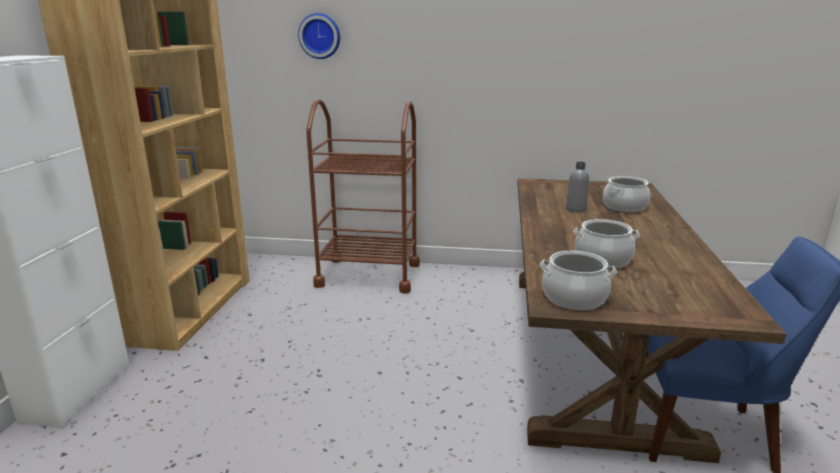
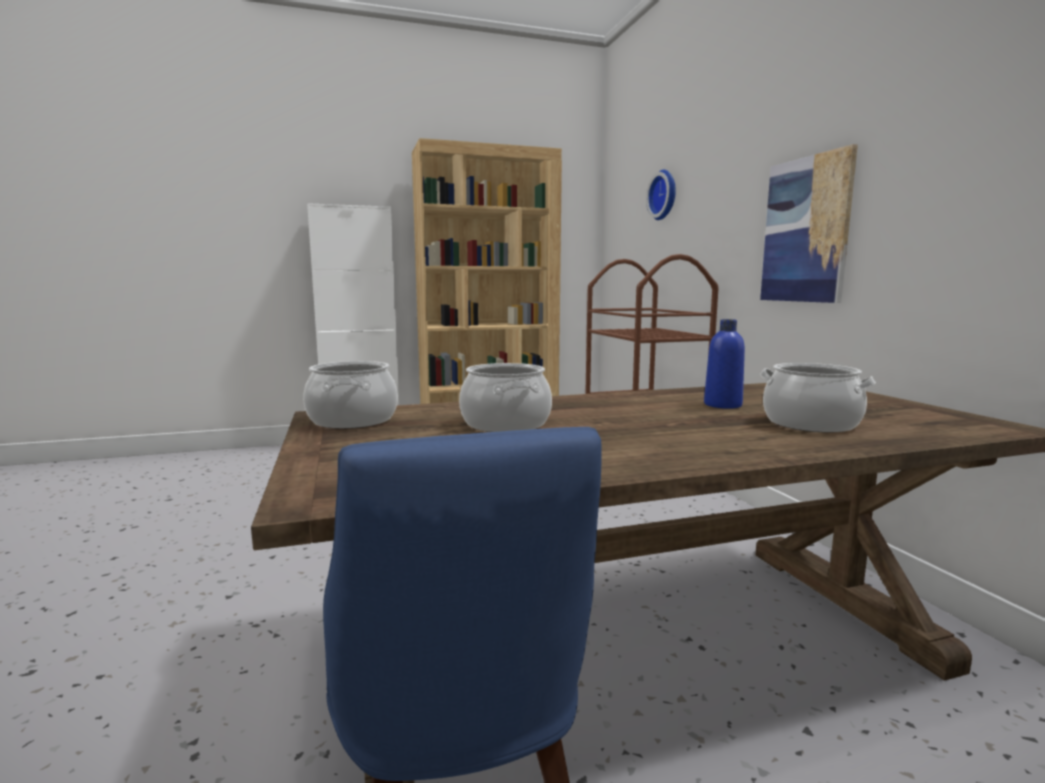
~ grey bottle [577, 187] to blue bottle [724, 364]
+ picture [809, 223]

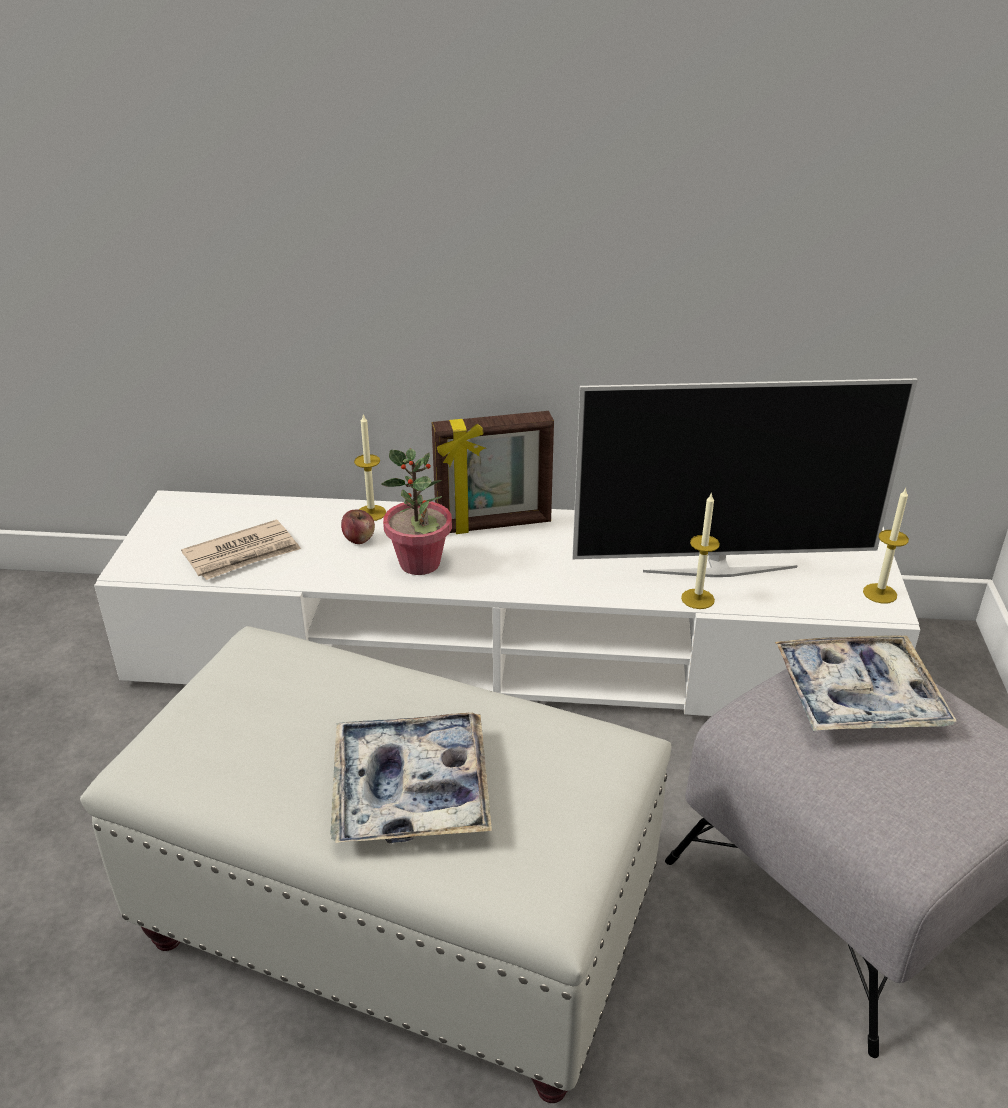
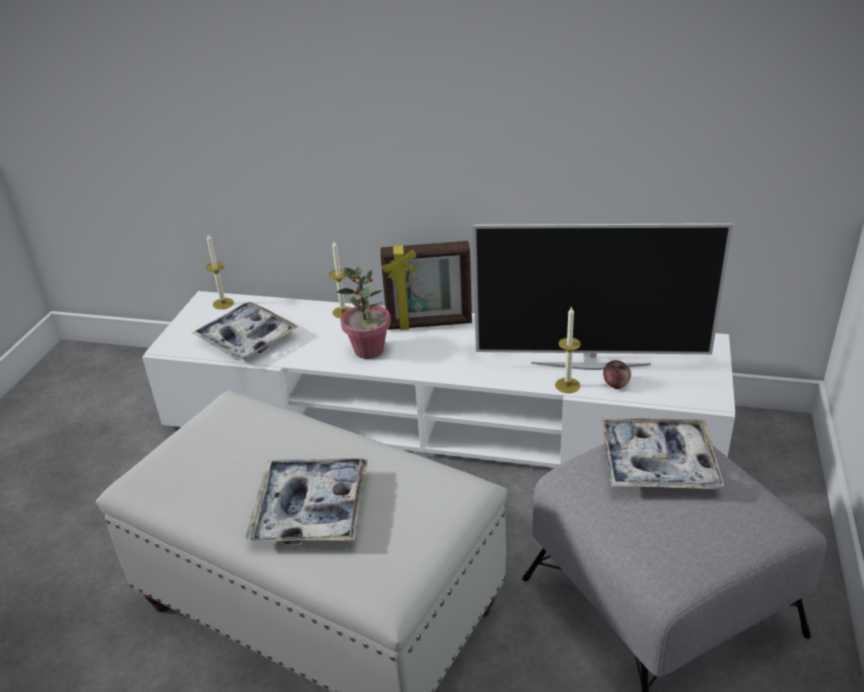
~ candle [886, 546] to [220, 271]
~ apple [358, 527] to [617, 374]
~ newspaper [241, 550] to tray [245, 331]

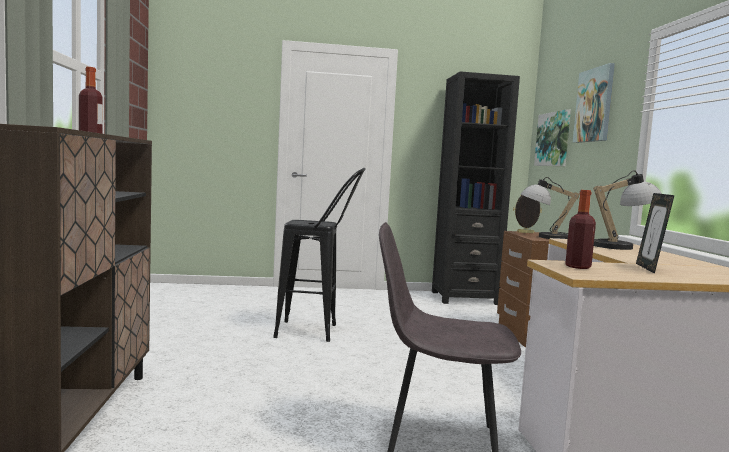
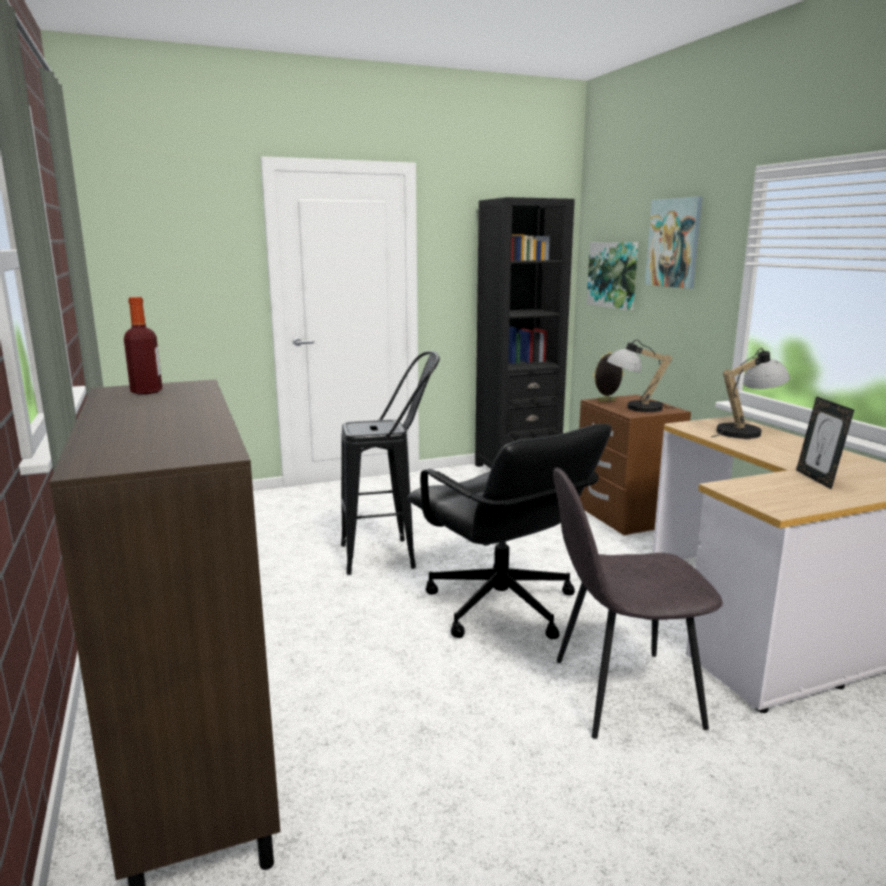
- bottle [580, 229]
+ black office chair [509, 531]

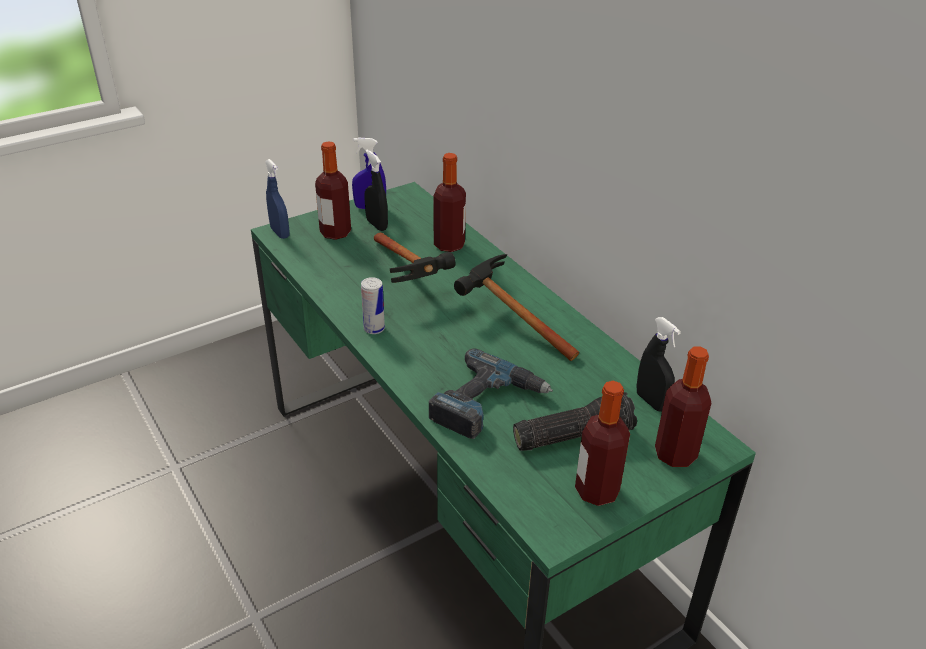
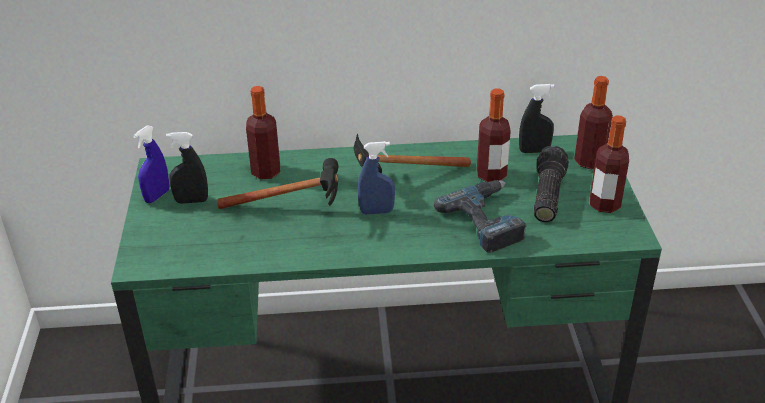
~ bottle [333, 190] to [494, 135]
~ blue spray bottle [277, 199] to [376, 177]
- can [373, 305]

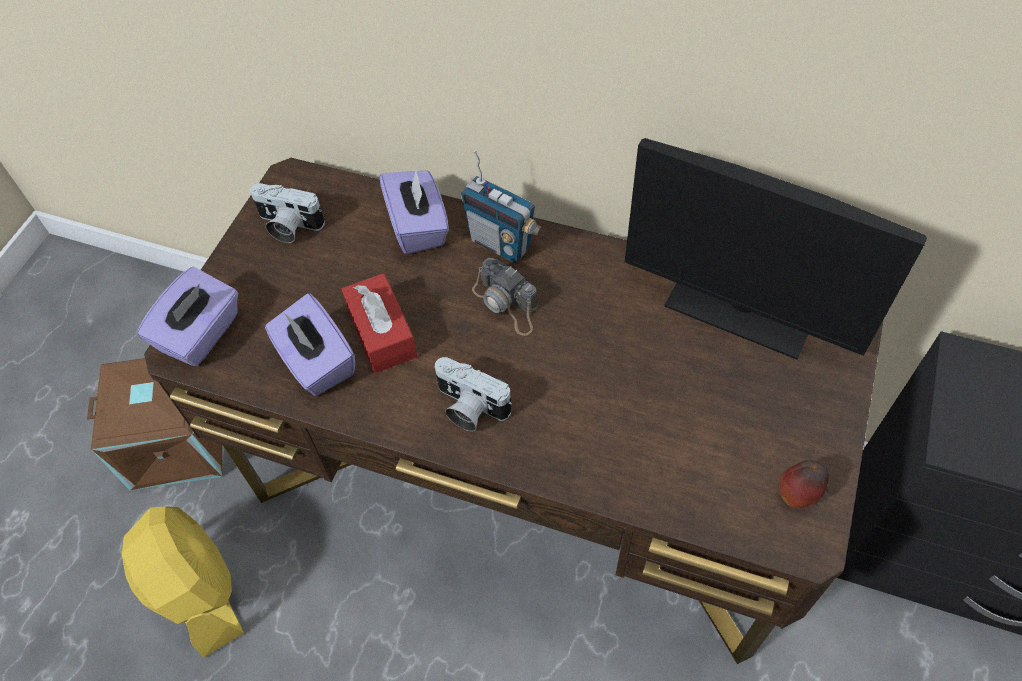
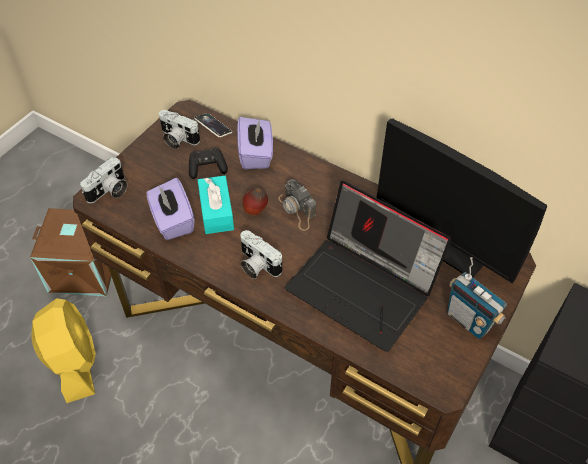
~ radio [501, 206] to [477, 298]
~ purple tissue box [187, 316] to photo camera [103, 180]
~ red tissue box [380, 323] to turquoise tissue box [216, 205]
~ apple [804, 484] to [255, 201]
+ phone [213, 125]
+ black game controller [208, 163]
+ laptop [368, 266]

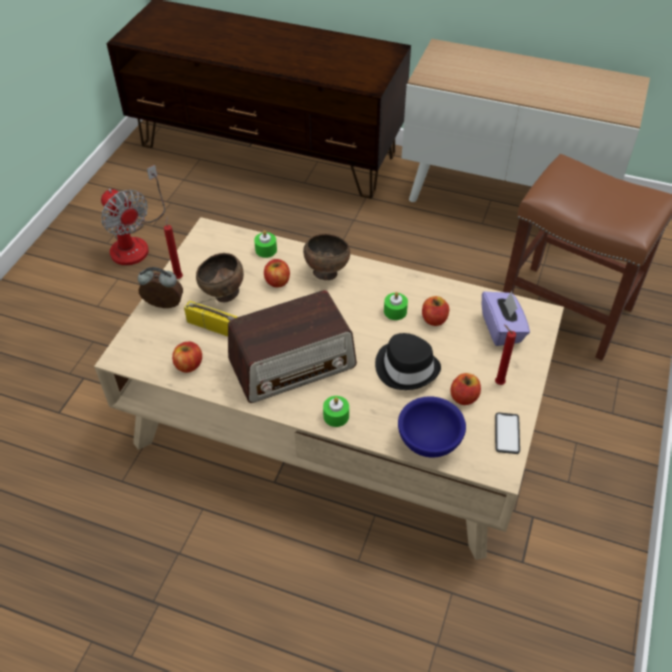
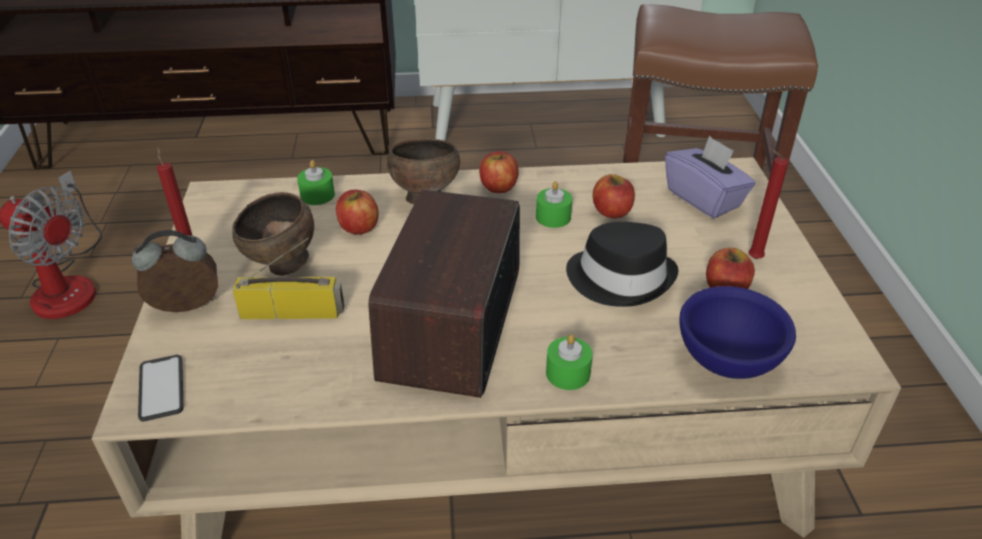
~ radio [292, 346] = [444, 294] 150 degrees clockwise
~ apple [187, 357] to [499, 172]
~ phone [507, 433] to [161, 388]

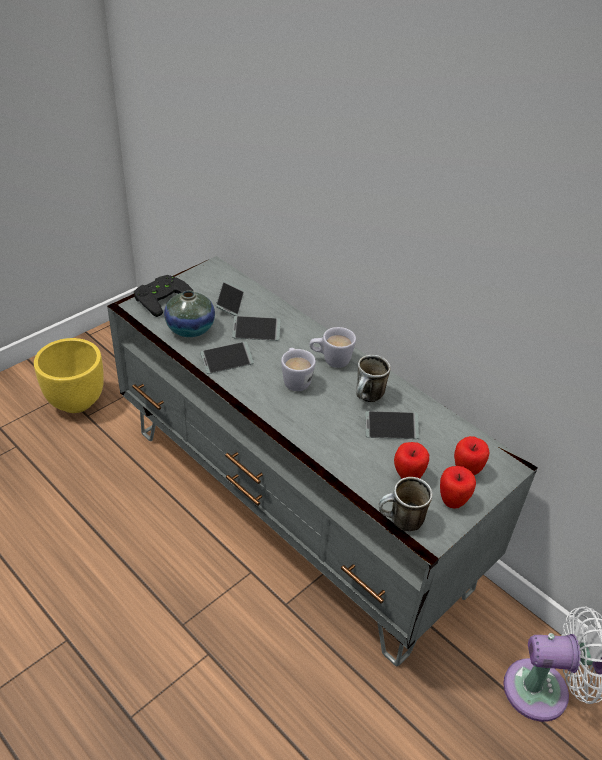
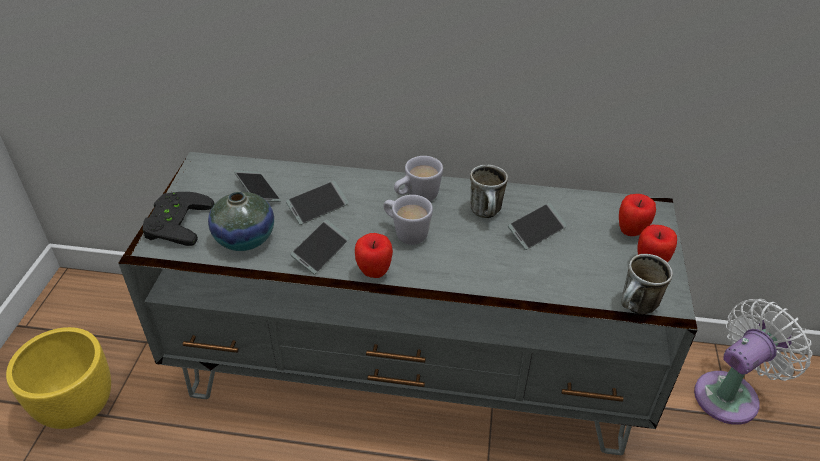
~ apple [411, 460] to [374, 255]

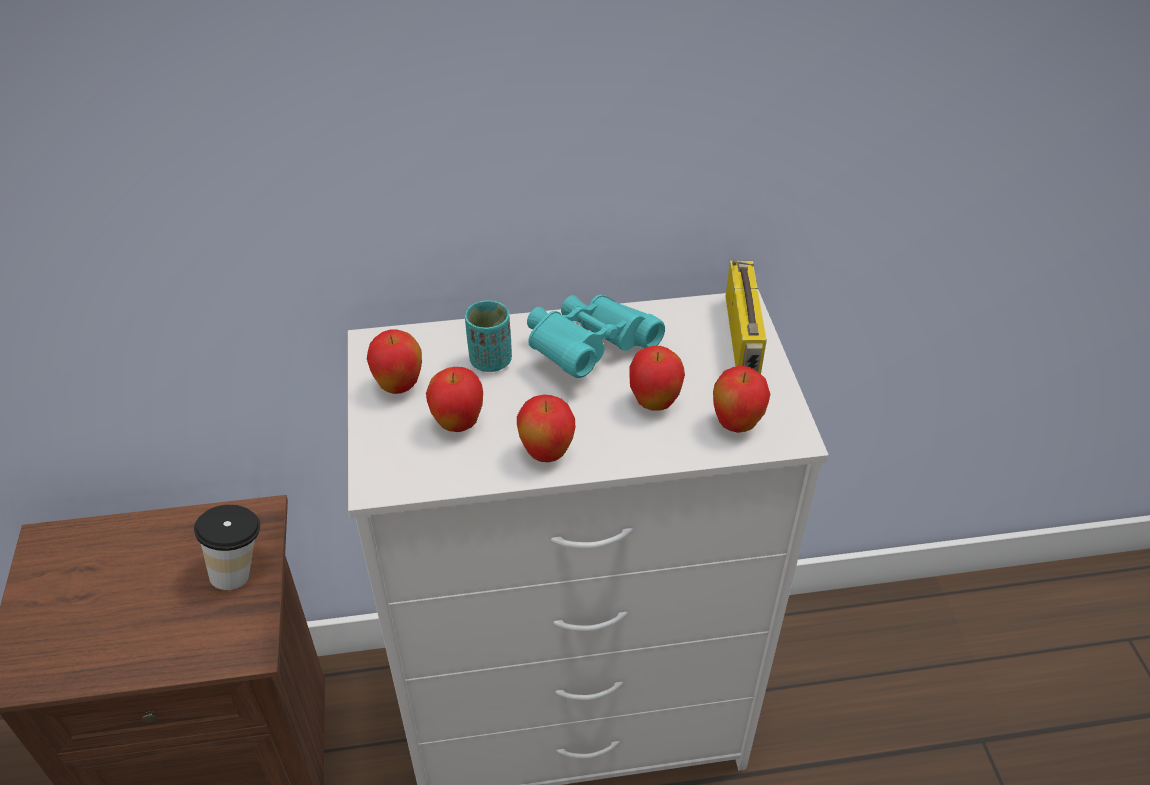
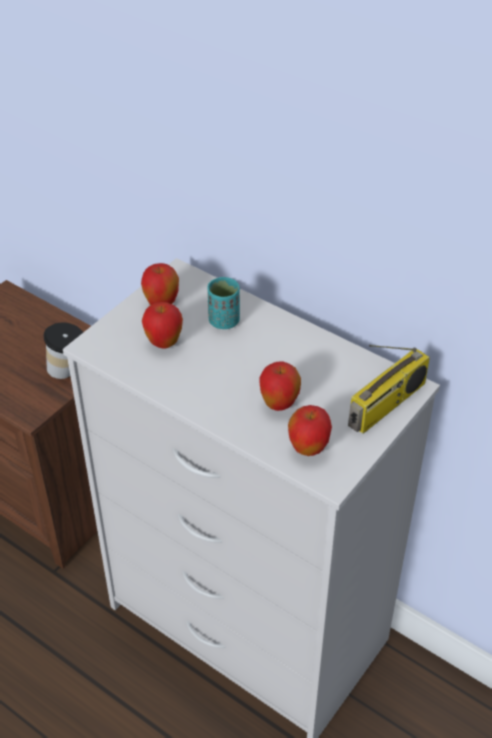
- turquoise binoculars [596, 336]
- apple [546, 428]

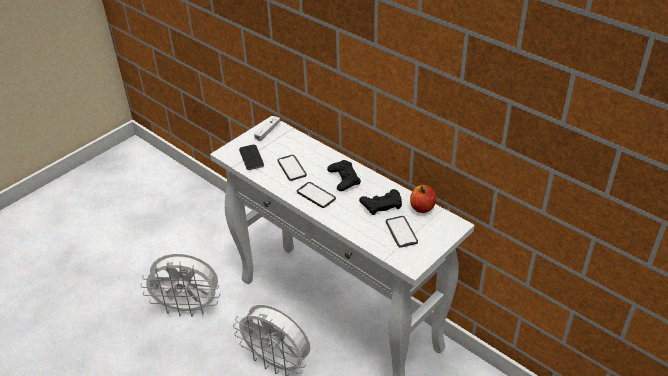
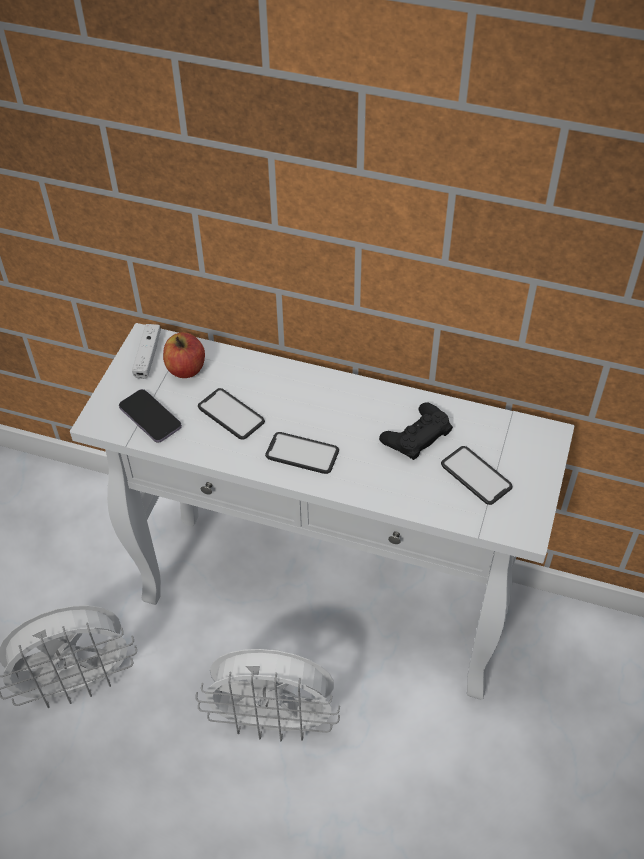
- black game controller [344, 175]
~ apple [423, 199] to [184, 355]

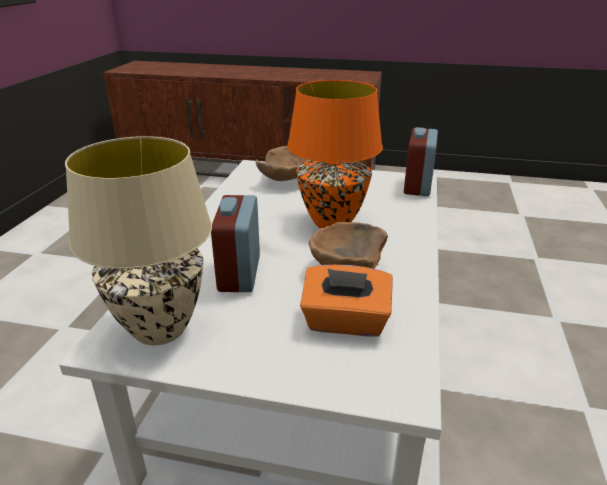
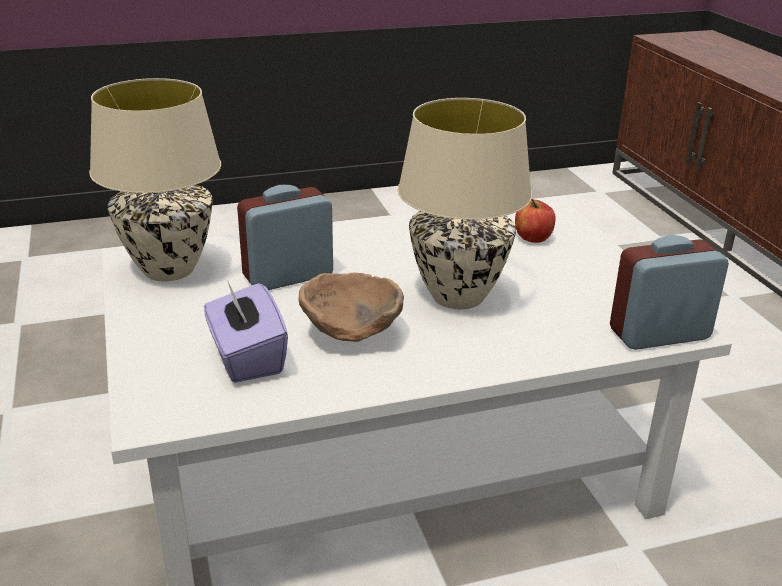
~ orange table lamp [335, 154] to beige table lamp [464, 203]
~ brown bowl [282, 163] to apple [535, 221]
~ orange tissue box [346, 301] to purple tissue box [246, 331]

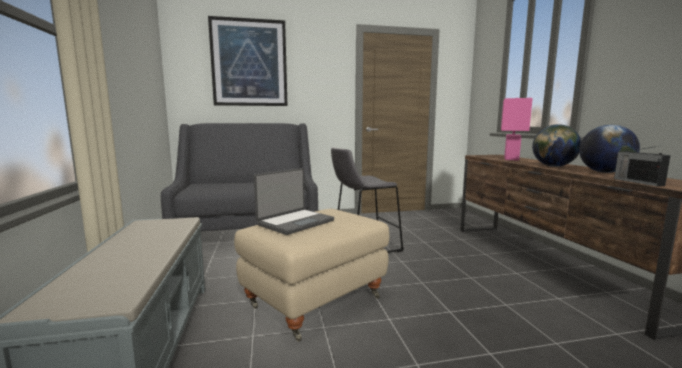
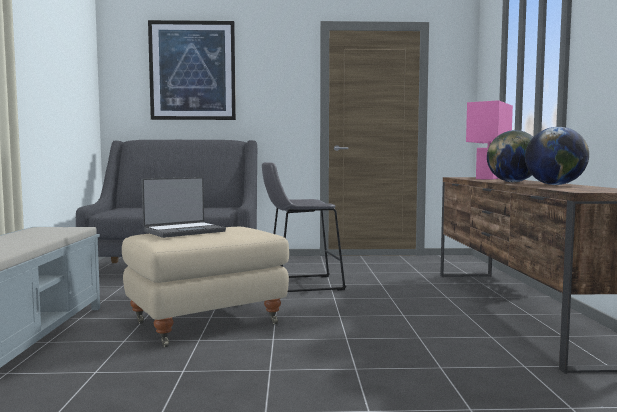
- radio [642, 166]

